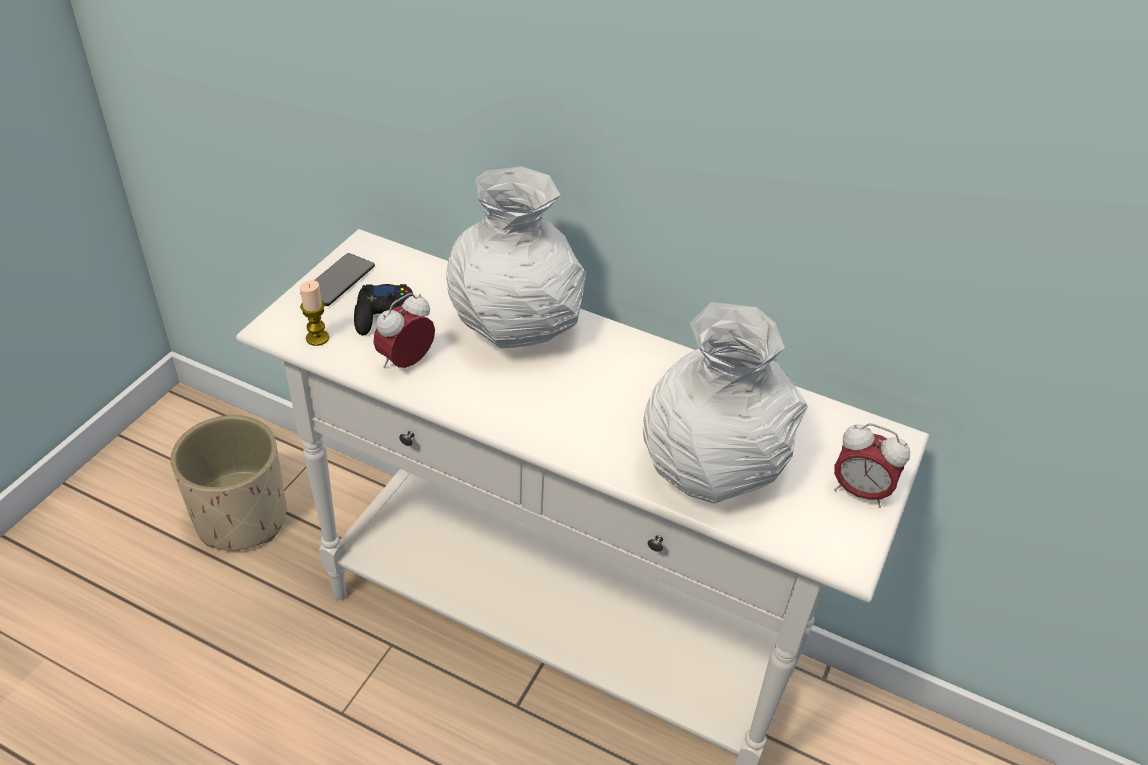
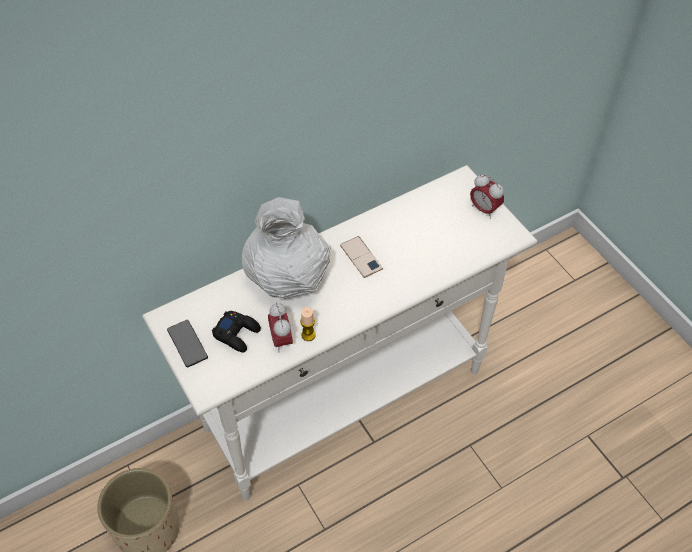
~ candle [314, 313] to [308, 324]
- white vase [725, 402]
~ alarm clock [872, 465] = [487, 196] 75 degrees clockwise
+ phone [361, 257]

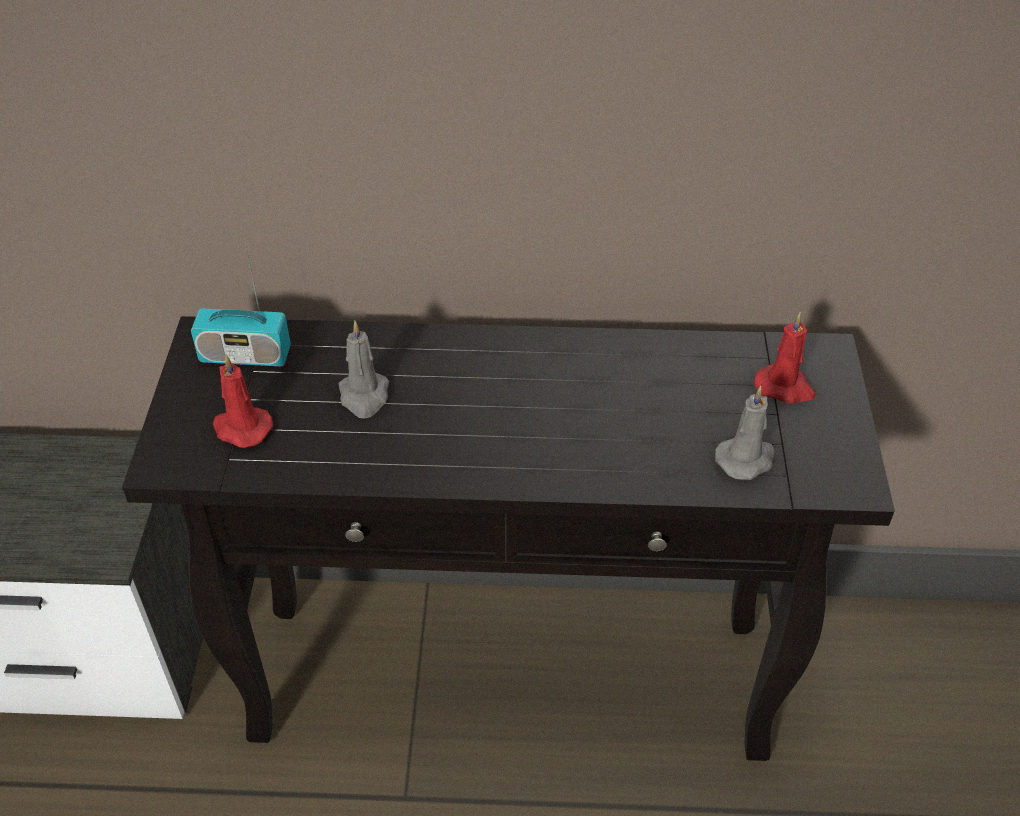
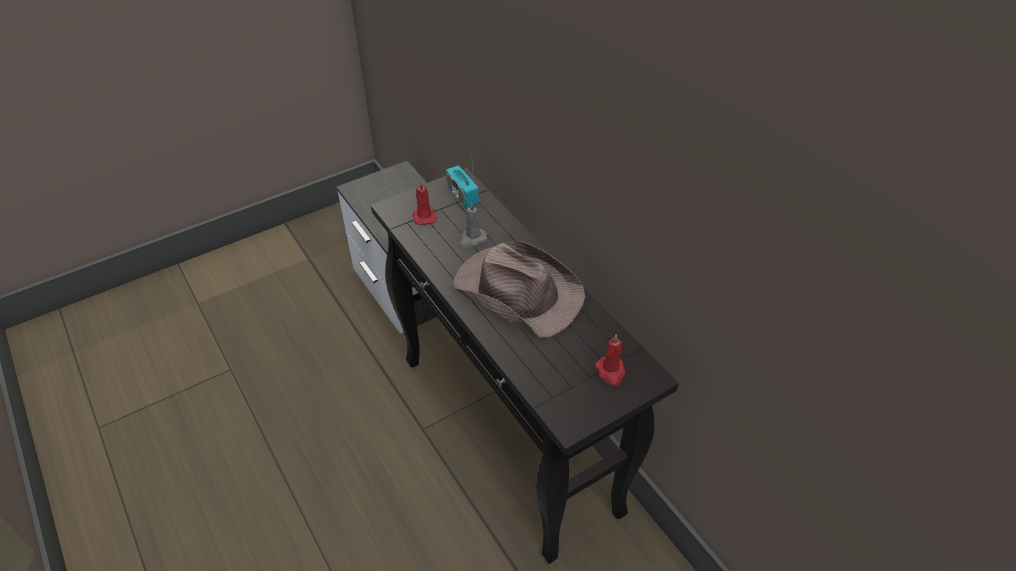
- grey candle [745, 433]
+ brown hat [518, 289]

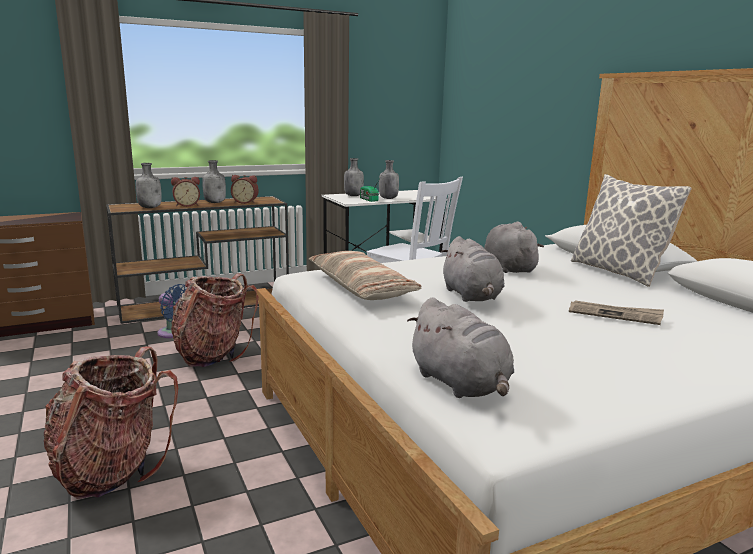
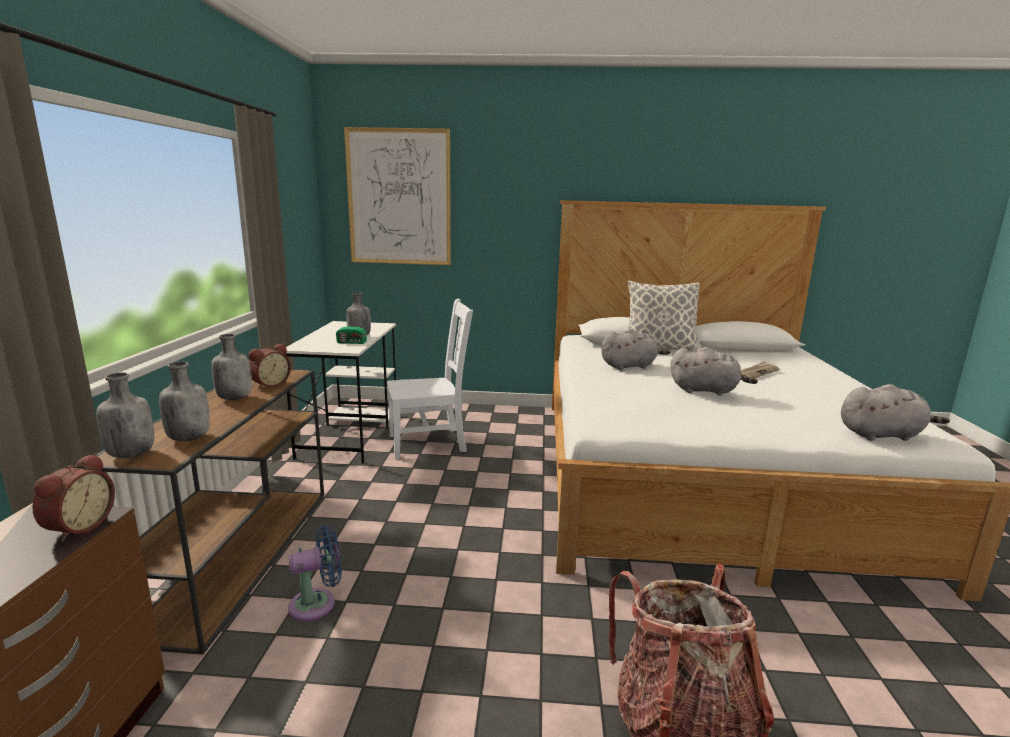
~ grey bottle [354, 177] to [125, 415]
~ alarm clock [185, 192] to [74, 497]
~ grey plush toy [514, 247] = [635, 349] 150 degrees clockwise
- pillow [365, 275]
- backpack [215, 320]
+ picture [397, 196]

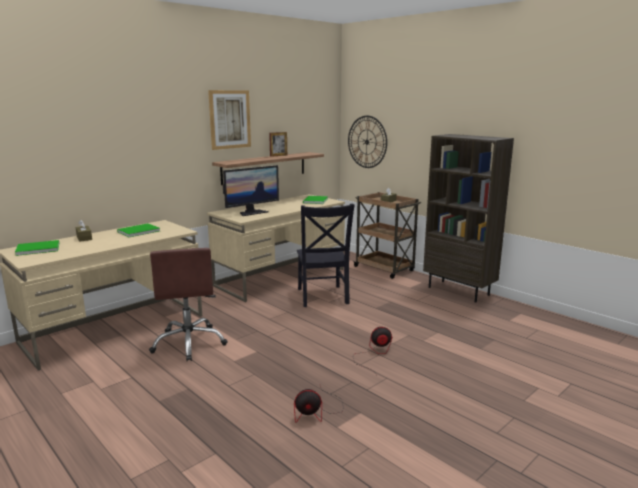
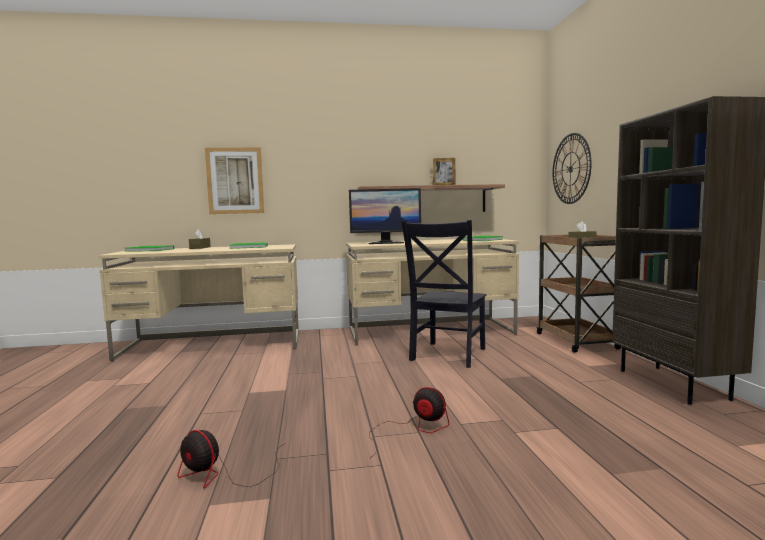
~ picture [229, 120] to [234, 181]
- brown office chair [188, 305]

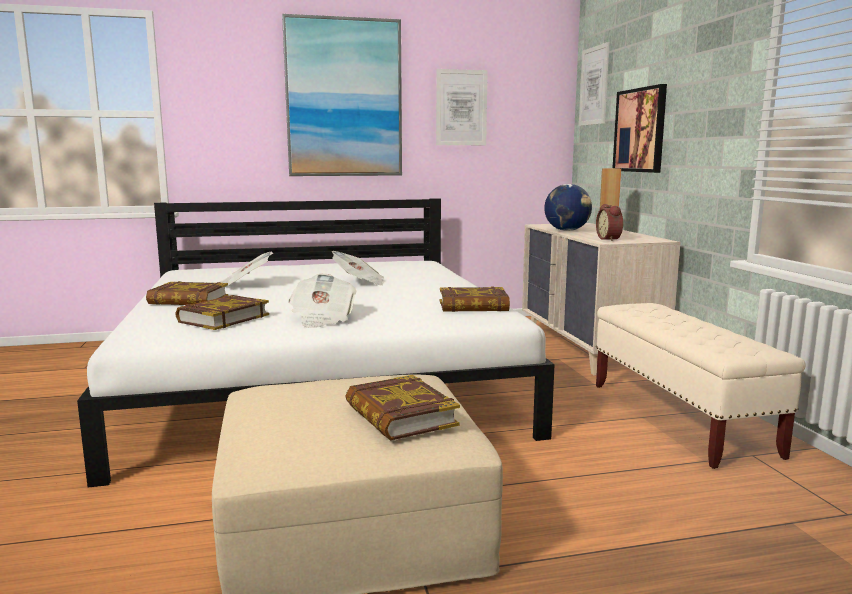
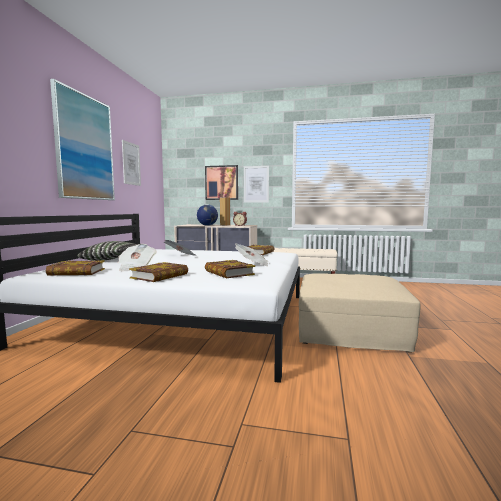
~ picture [594, 84] to [256, 184]
~ book [402, 408] to [75, 268]
+ pillow [107, 251]

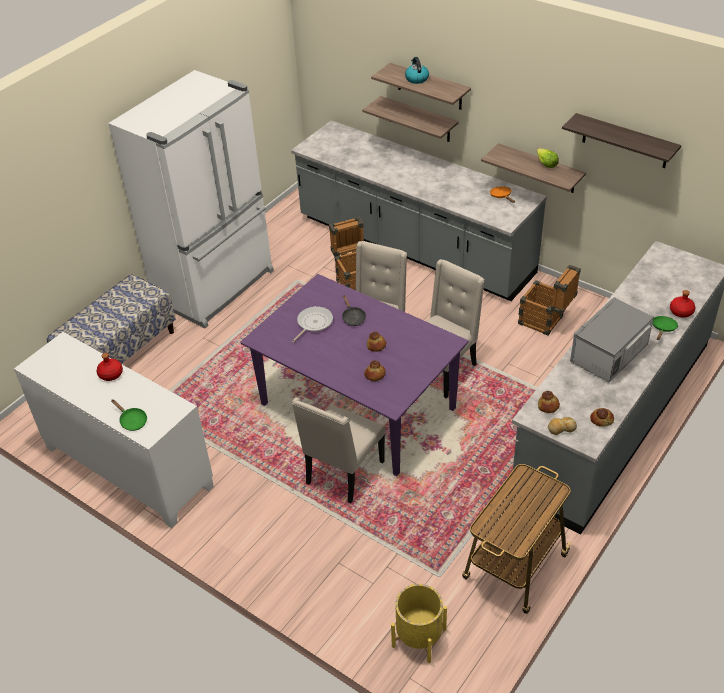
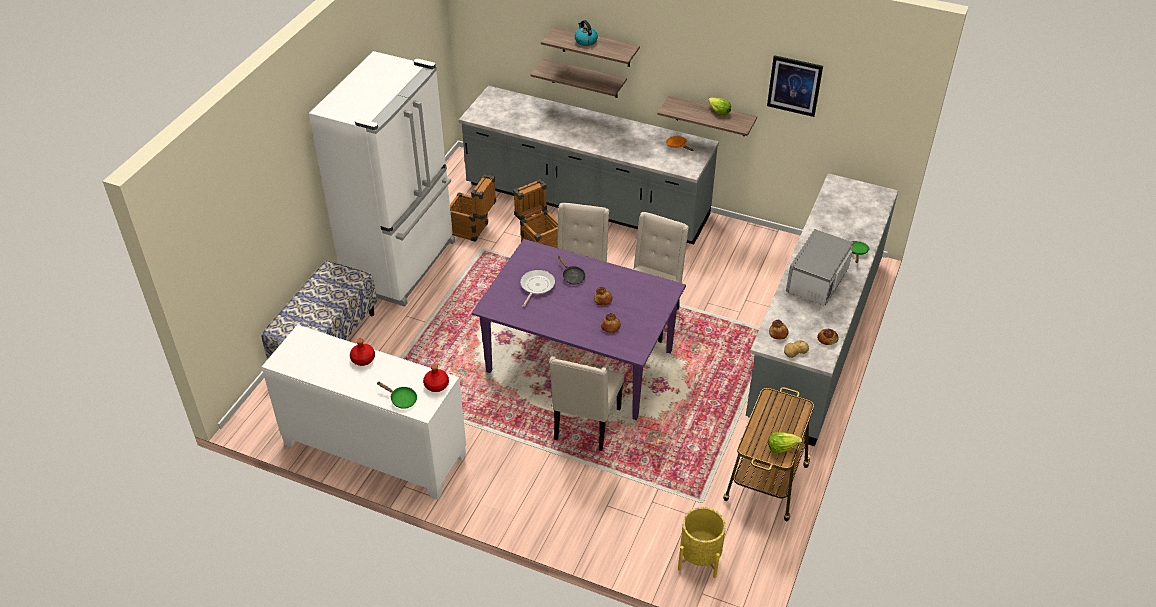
~ shelf [621, 140] to picture [795, 86]
~ crate [549, 300] to [473, 208]
~ red bottle [682, 304] to [436, 378]
+ lettuce [785, 442]

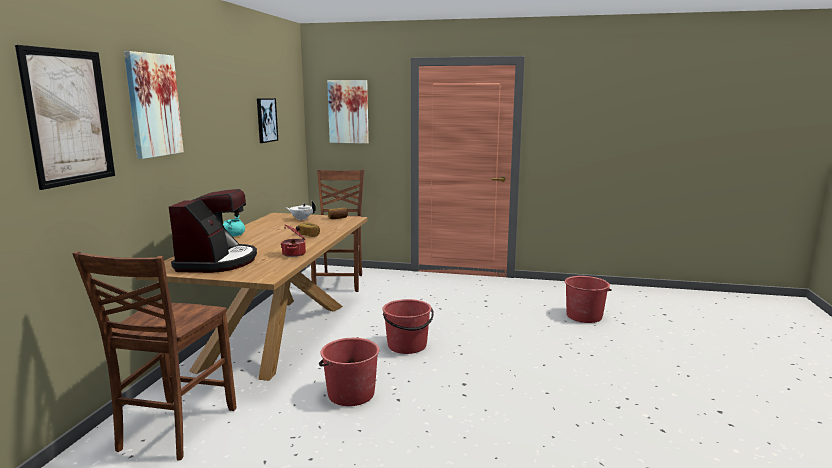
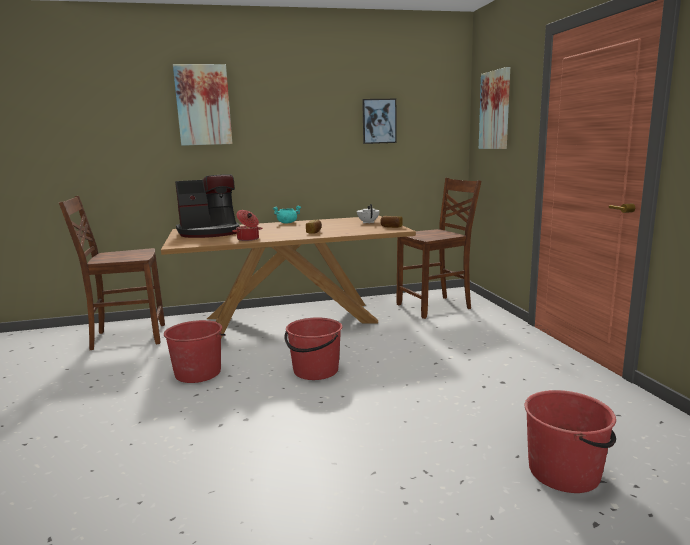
- picture [65, 117]

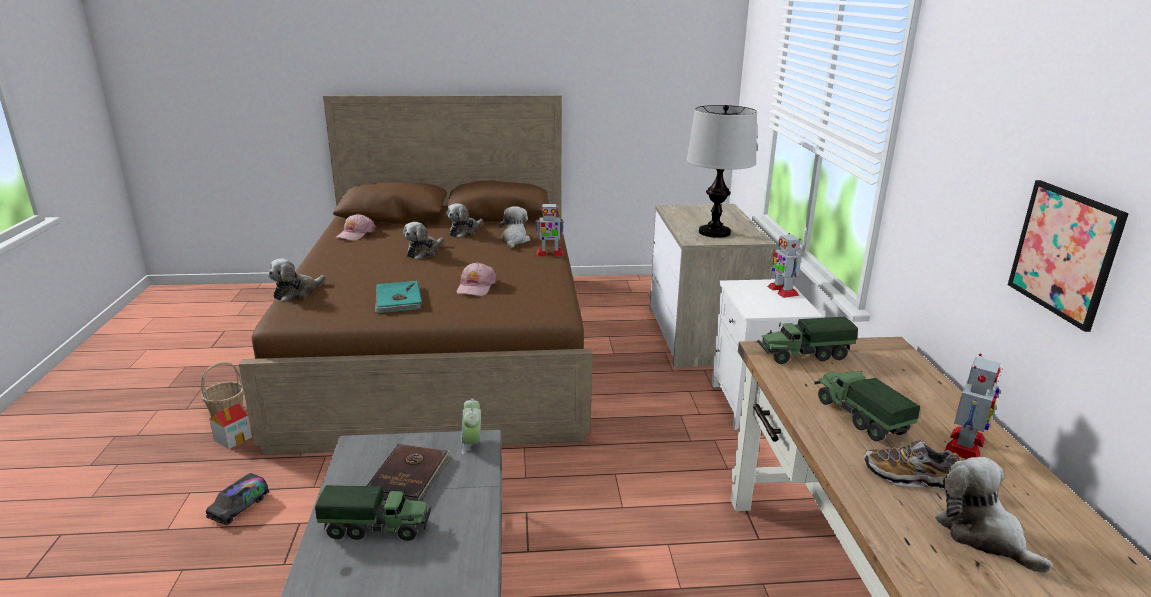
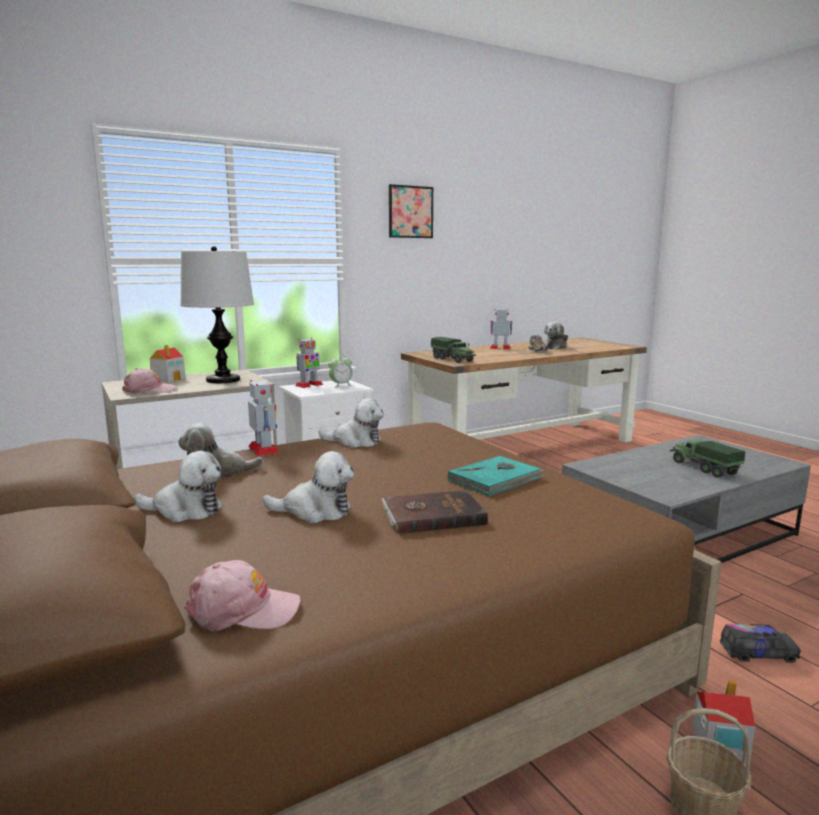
~ picture [1068, 256] to [411, 211]
~ plush toy [297, 280] to [351, 423]
~ pink cap [476, 279] to [149, 380]
- toy truck [867, 406]
~ alarm clock [471, 427] to [340, 371]
~ brown book [410, 472] to [435, 512]
+ toy house [168, 364]

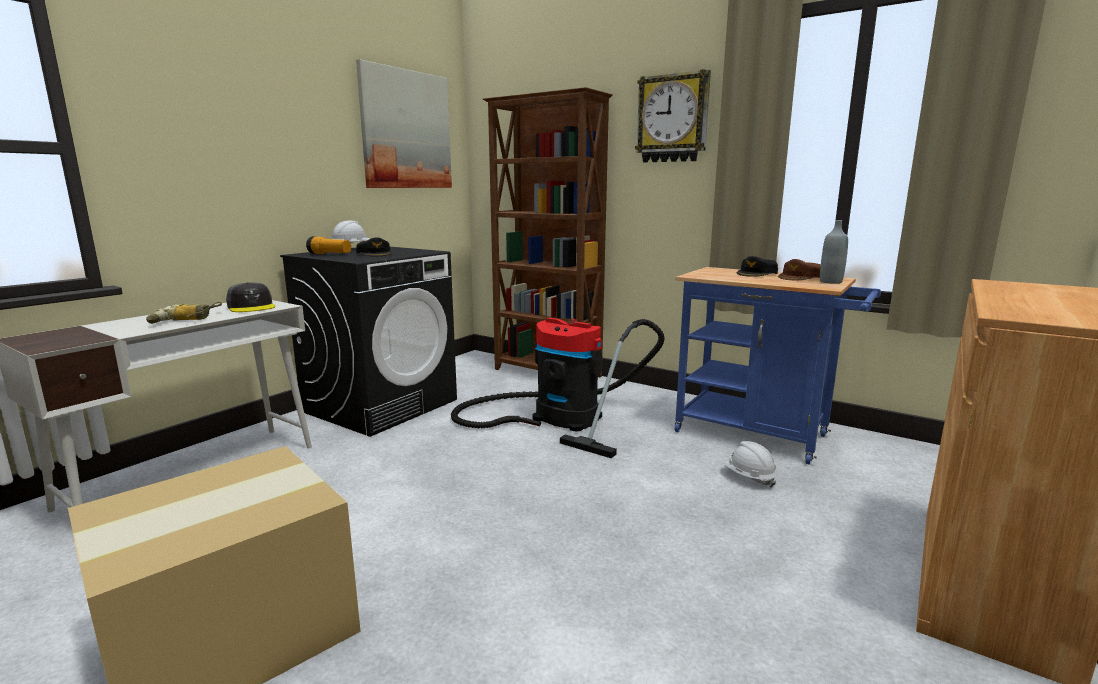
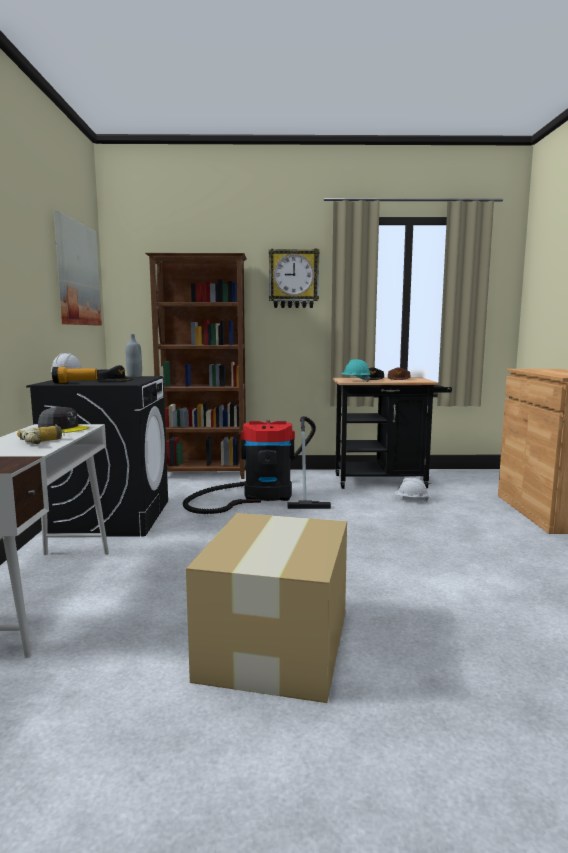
~ grey bottle [834, 252] to [134, 355]
~ blue cart [777, 366] to black cart [392, 433]
+ turquoise hard hat [356, 370]

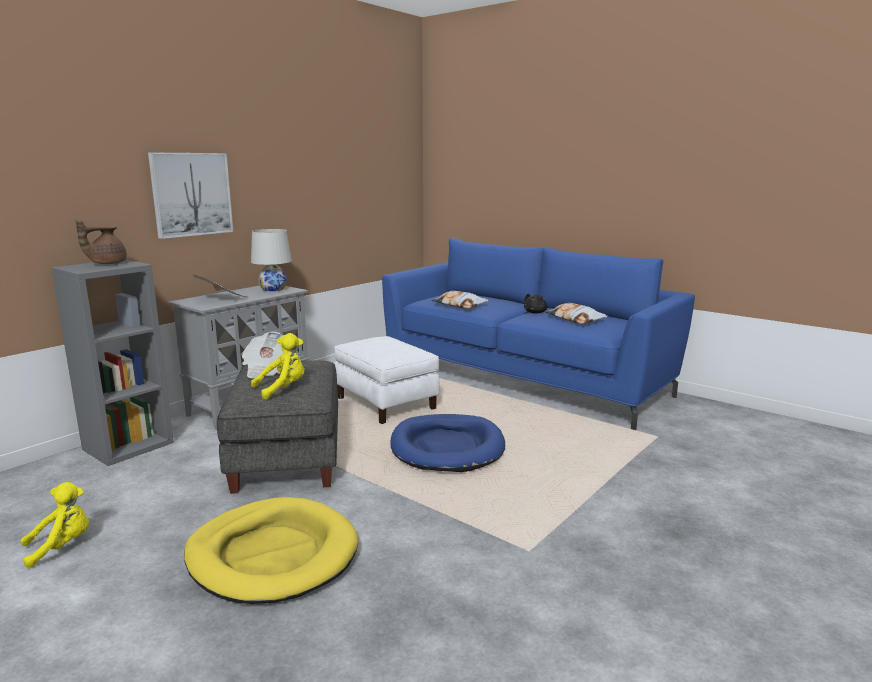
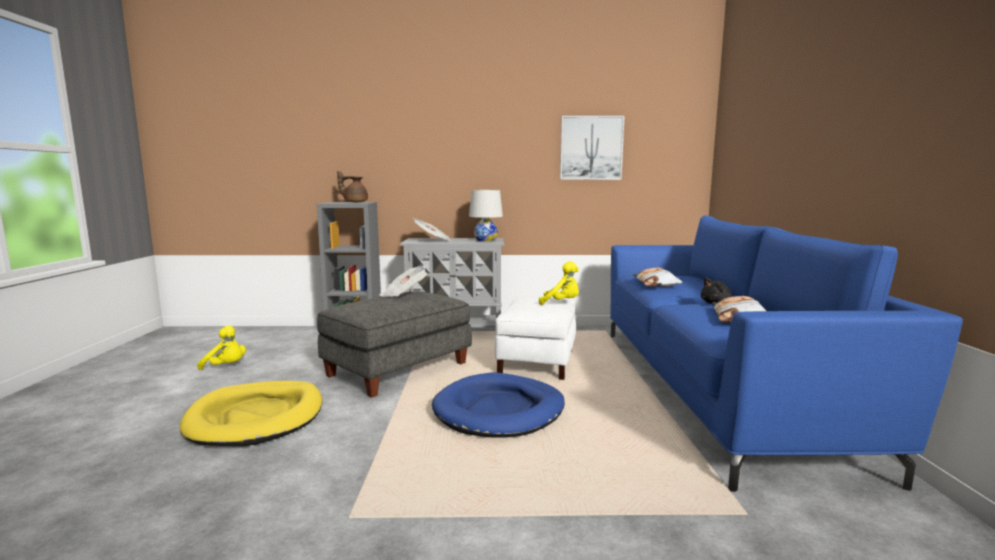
~ picture [190, 196] to [592, 148]
~ yellow plush toy [278, 366] to [559, 283]

